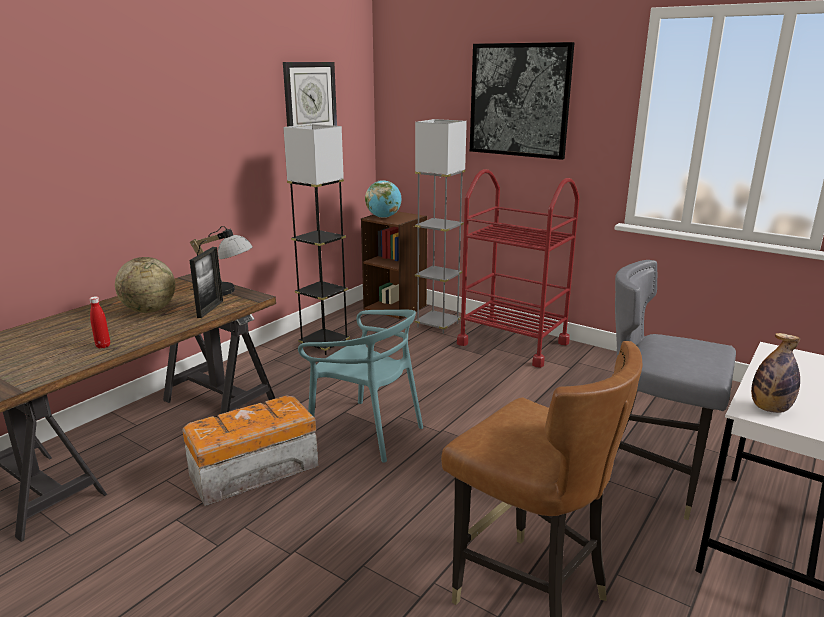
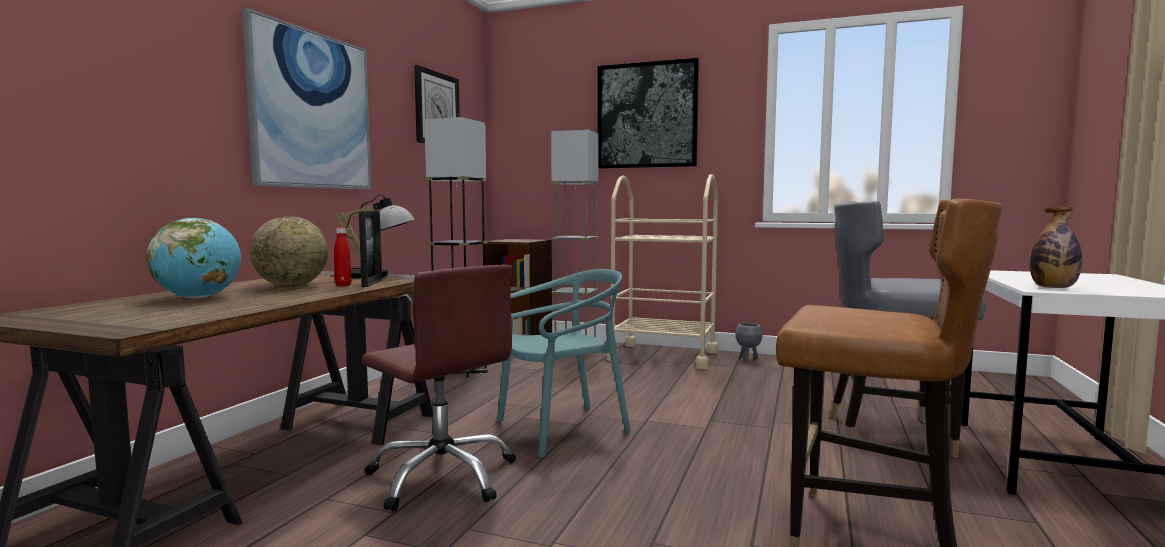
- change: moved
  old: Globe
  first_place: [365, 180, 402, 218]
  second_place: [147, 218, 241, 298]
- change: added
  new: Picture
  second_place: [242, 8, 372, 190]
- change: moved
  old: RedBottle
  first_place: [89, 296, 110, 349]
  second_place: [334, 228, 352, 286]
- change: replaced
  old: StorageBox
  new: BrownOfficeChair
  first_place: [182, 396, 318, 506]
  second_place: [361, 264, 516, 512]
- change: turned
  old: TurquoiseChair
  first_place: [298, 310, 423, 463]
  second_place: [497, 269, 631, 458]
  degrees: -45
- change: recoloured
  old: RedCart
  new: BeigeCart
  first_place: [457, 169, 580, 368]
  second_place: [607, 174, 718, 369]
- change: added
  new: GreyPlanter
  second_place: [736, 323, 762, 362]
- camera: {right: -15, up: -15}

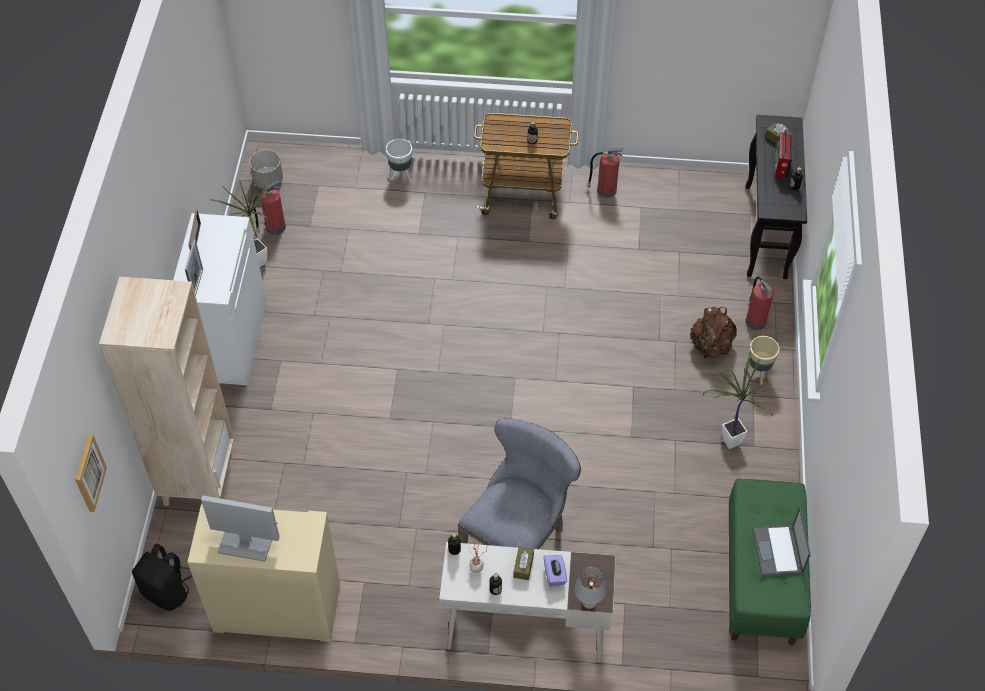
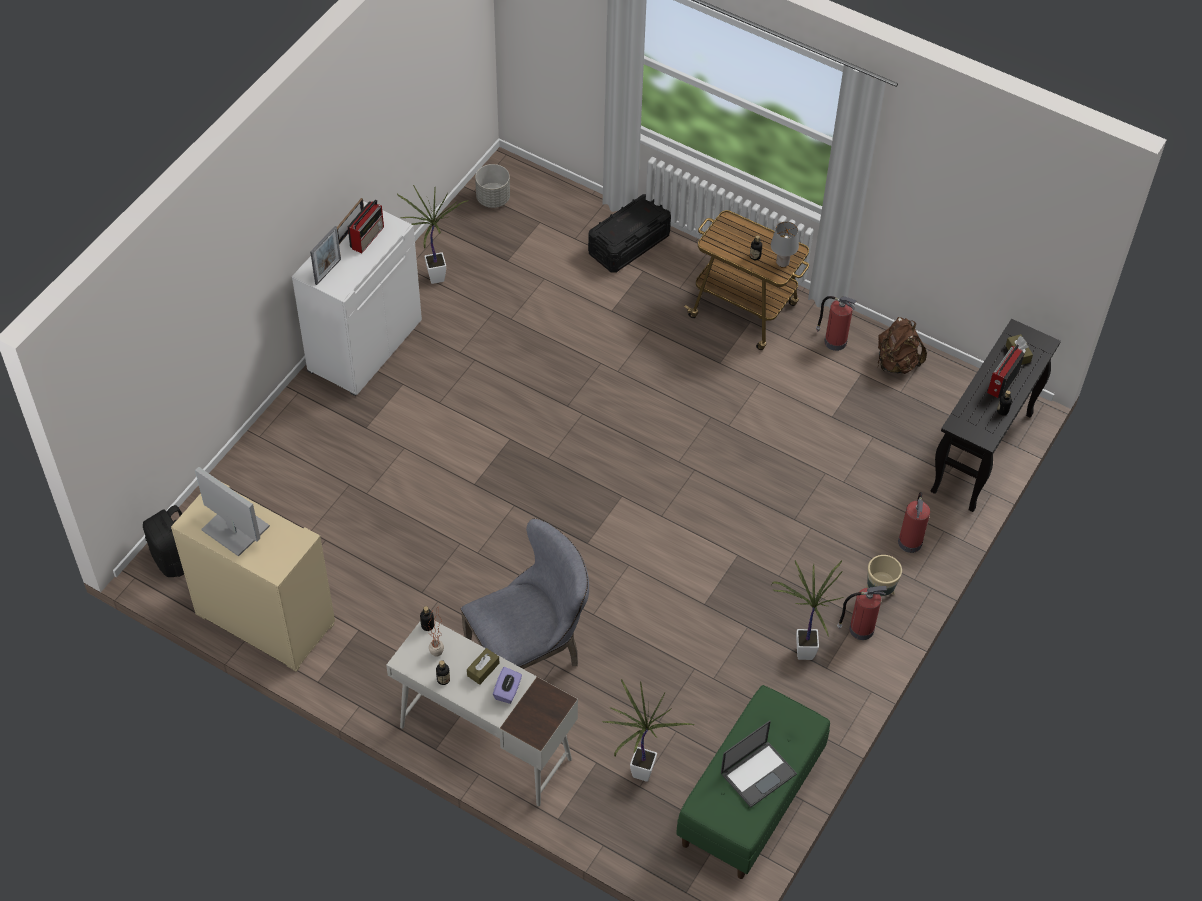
- change: added
  new: Radio
  second_place: [348, 199, 384, 253]
- change: replaced
  old: WhitePlanter
  new: BlackStorageBox
  first_place: [386, 139, 412, 182]
  second_place: [588, 194, 671, 273]
- change: added
  new: PottedPlant
  second_place: [602, 679, 695, 782]
- change: turned
  old: Laptop
  first_place: [752, 506, 811, 576]
  second_place: [721, 720, 797, 808]
  degrees: -150
- change: moved
  old: GreyTableLamp
  first_place: [575, 567, 606, 609]
  second_place: [771, 221, 799, 268]
- change: moved
  old: FireExtinguisher
  first_place: [253, 180, 286, 235]
  second_place: [837, 586, 887, 640]
- change: moved
  old: BrownBackpack
  first_place: [690, 307, 737, 359]
  second_place: [878, 317, 927, 374]
- change: removed
  old: Picture
  first_place: [75, 434, 107, 512]
- change: removed
  old: BeigeBookcase
  first_place: [99, 277, 234, 506]
- camera: {right: 25, up: 0}

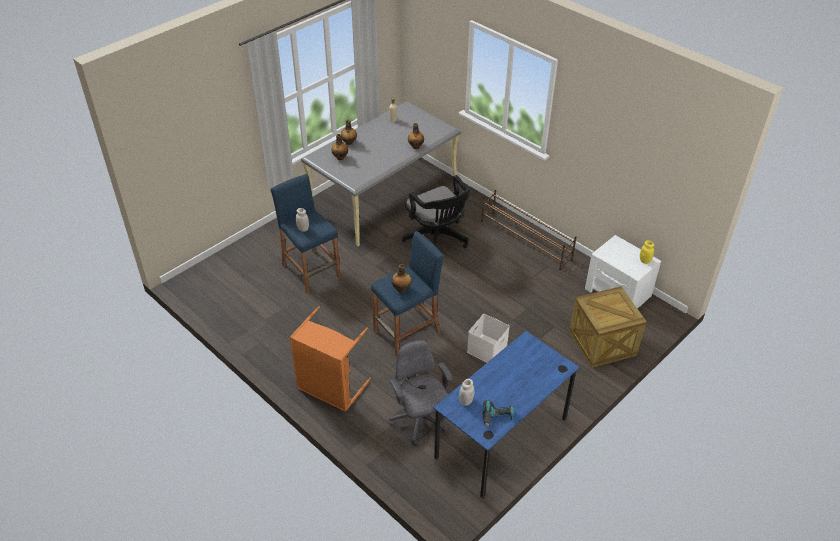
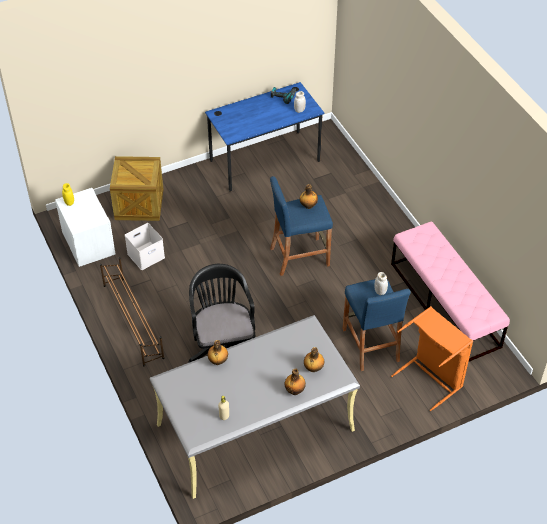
- change: moved
  old: WhiteStorageBox
  first_place: [467, 314, 510, 363]
  second_place: [125, 223, 165, 270]
- change: added
  new: PinkBench
  second_place: [391, 221, 510, 361]
- change: moved
  old: OrangeLaundryBasket
  first_place: [290, 306, 371, 412]
  second_place: [391, 306, 473, 411]
- change: removed
  old: GreyOfficeChair
  first_place: [390, 340, 453, 446]
- camera: {right: -160, up: 5}

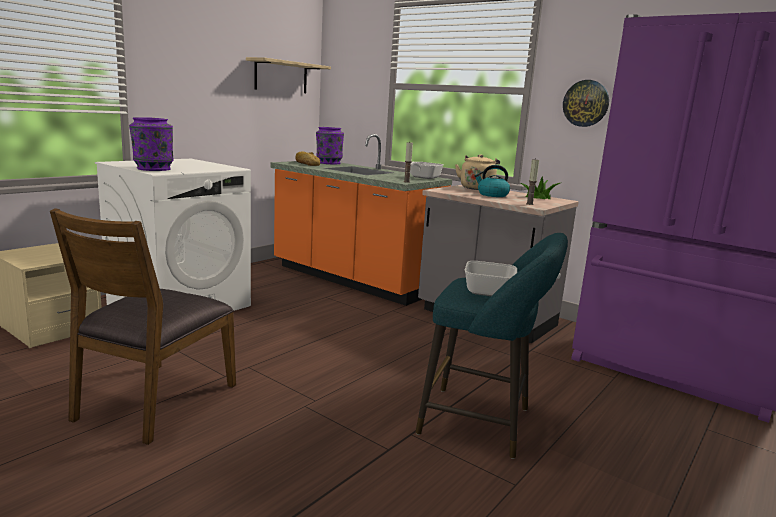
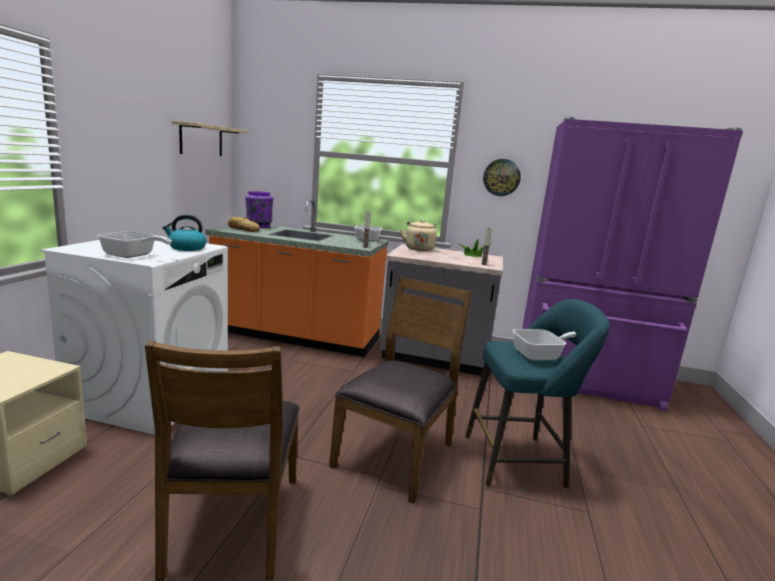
- change: replaced
  old: PurpleVase
  new: FryingPan
  first_place: [129, 117, 174, 171]
  second_place: [97, 231, 172, 258]
- change: moved
  old: Kettle
  first_place: [474, 165, 510, 197]
  second_place: [162, 215, 206, 251]
- change: added
  new: BrownChair
  second_place: [329, 276, 472, 504]
- camera: {right: -25, up: 0}

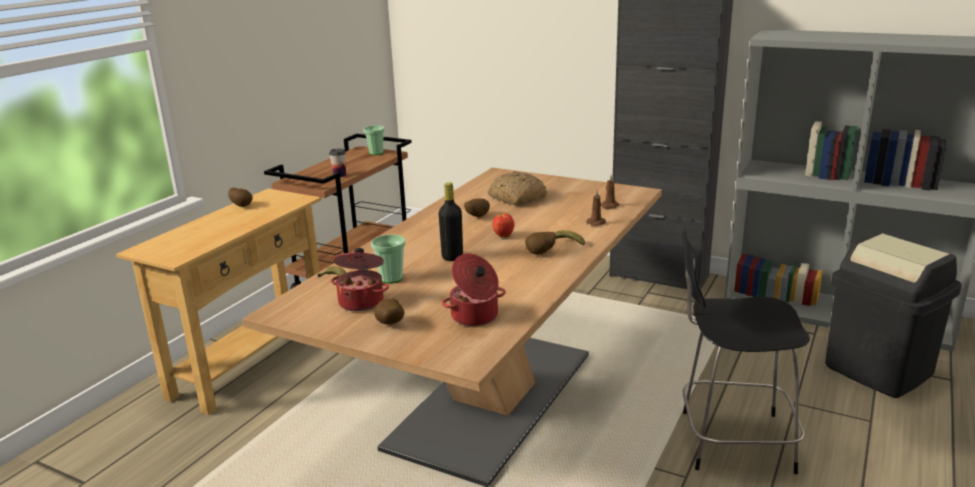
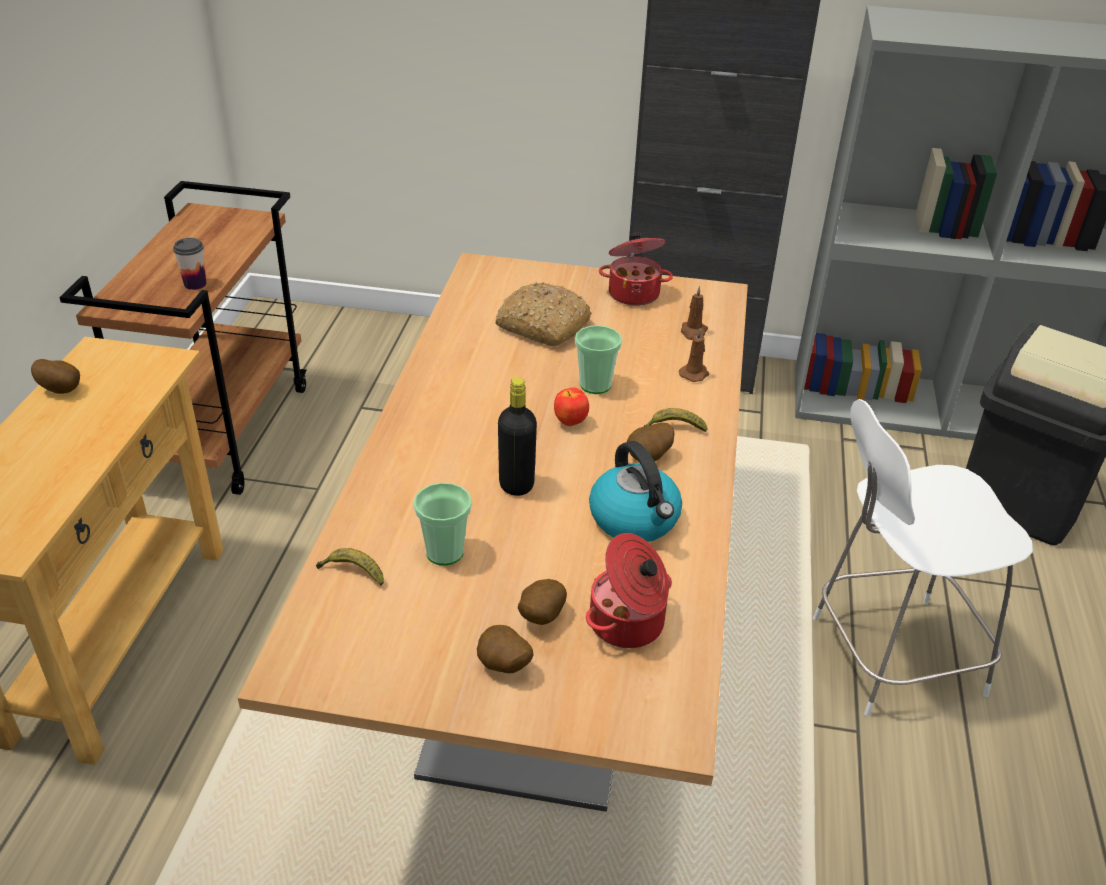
- change: moved
  old: Potato
  first_place: [464, 198, 490, 217]
  second_place: [518, 579, 567, 625]
- change: moved
  old: Cup
  first_place: [364, 126, 385, 155]
  second_place: [575, 325, 622, 394]
- change: added
  new: Kettle
  second_place: [589, 441, 682, 542]
- change: moved
  old: CookingPot
  first_place: [331, 248, 389, 311]
  second_place: [599, 232, 673, 306]
- change: recoloured
  old: BlackChair
  new: WhiteChair
  first_place: [682, 229, 810, 474]
  second_place: [813, 399, 1033, 717]
- camera: {right: -20, up: 15}

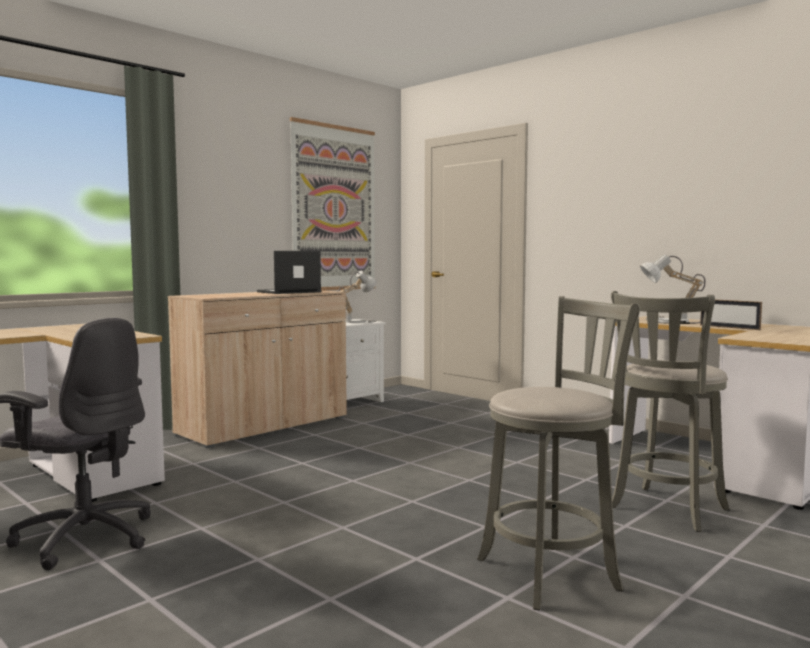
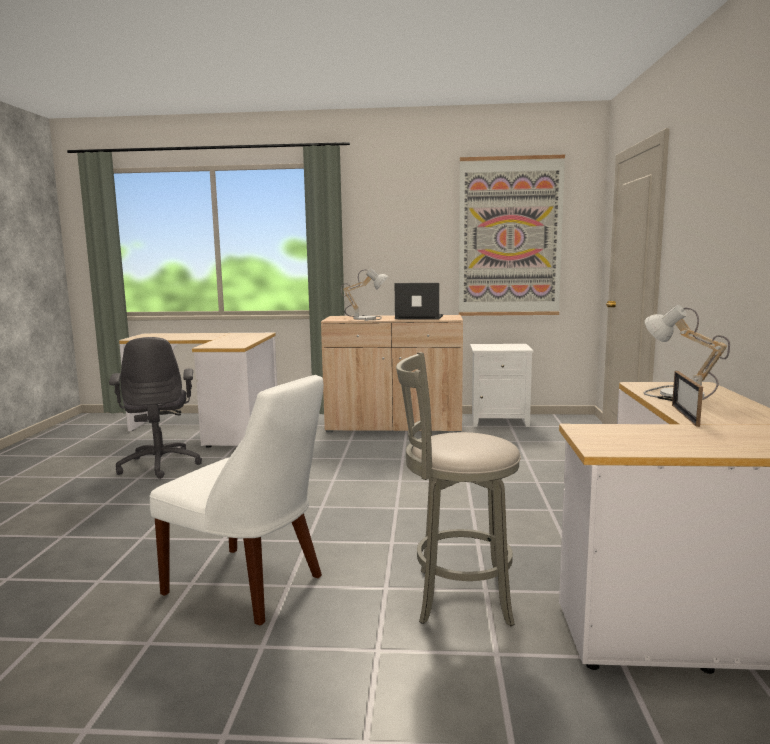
- change: replaced
  old: GreyStool
  new: WhiteChair
  first_place: [477, 296, 640, 610]
  second_place: [150, 375, 324, 625]
- change: moved
  old: TableLamp
  first_place: [338, 271, 377, 323]
  second_place: [341, 268, 388, 321]
- camera: {right: 50, up: 5}

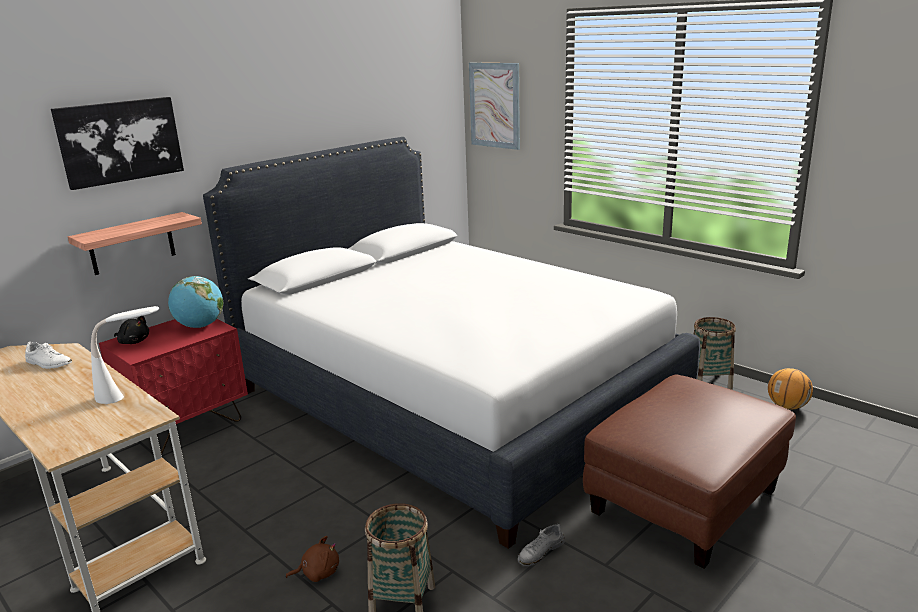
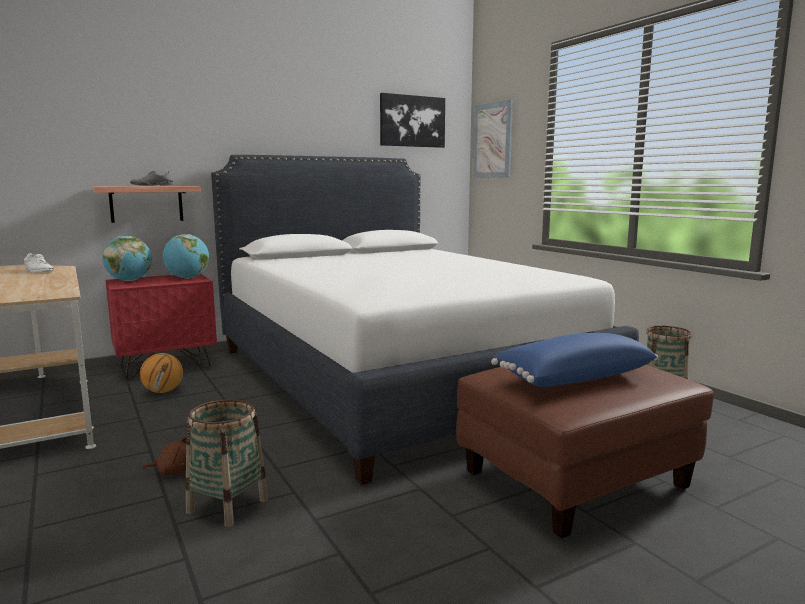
- change: replaced
  old: BlackPlushToy
  new: Globe
  first_place: [114, 316, 149, 344]
  second_place: [102, 236, 152, 281]
- change: moved
  old: GreyShoe
  first_place: [518, 523, 565, 566]
  second_place: [130, 171, 174, 186]
- change: moved
  old: Basketball
  first_place: [768, 368, 813, 409]
  second_place: [140, 353, 183, 393]
- change: moved
  old: Picture
  first_place: [51, 97, 184, 190]
  second_place: [380, 93, 445, 148]
- change: added
  new: BluePillow
  second_place: [491, 333, 658, 387]
- change: removed
  old: WhiteTableLamp
  first_place: [91, 306, 159, 404]
- camera: {right: 15, up: -10}

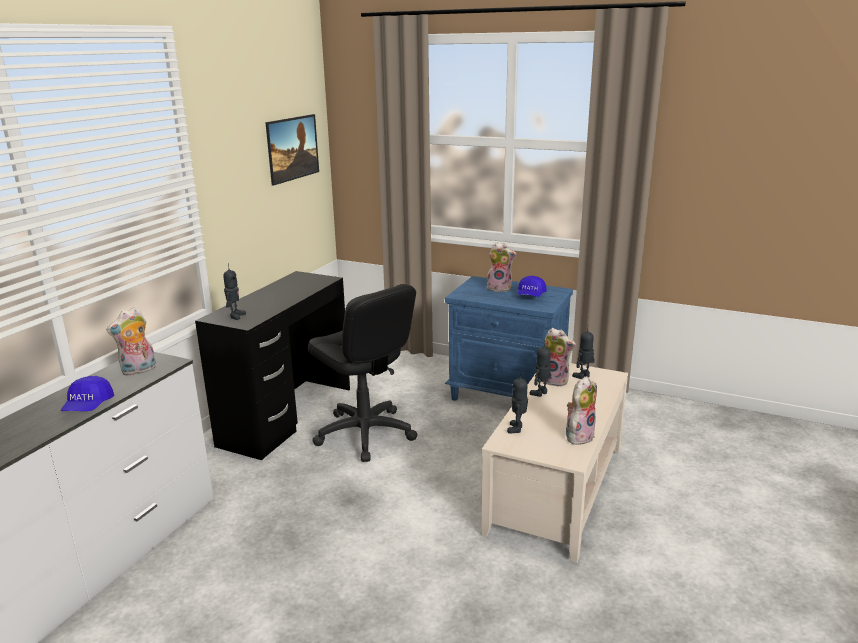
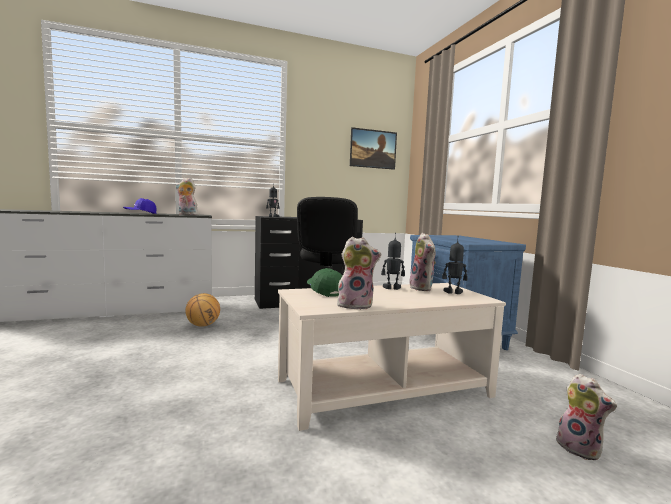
- change: added
  new: Basketball
  second_place: [185, 293, 220, 327]
- change: replaced
  old: ToyRobot
  new: GreenCap
  first_place: [507, 371, 528, 434]
  second_place: [306, 268, 342, 297]
- change: moved
  old: PlushToy
  first_place: [487, 242, 517, 292]
  second_place: [554, 374, 617, 460]
- change: removed
  old: BlueCap
  first_place: [517, 275, 547, 297]
- camera: {right: 45, up: -15}

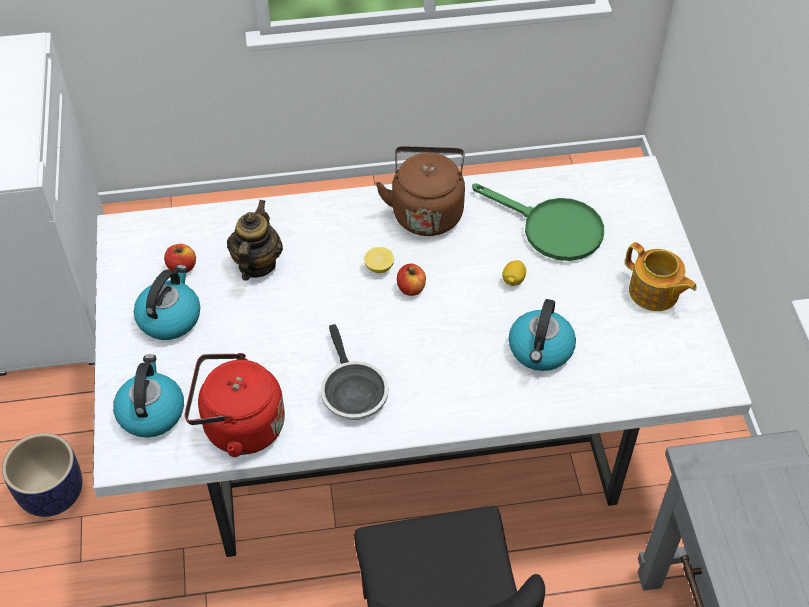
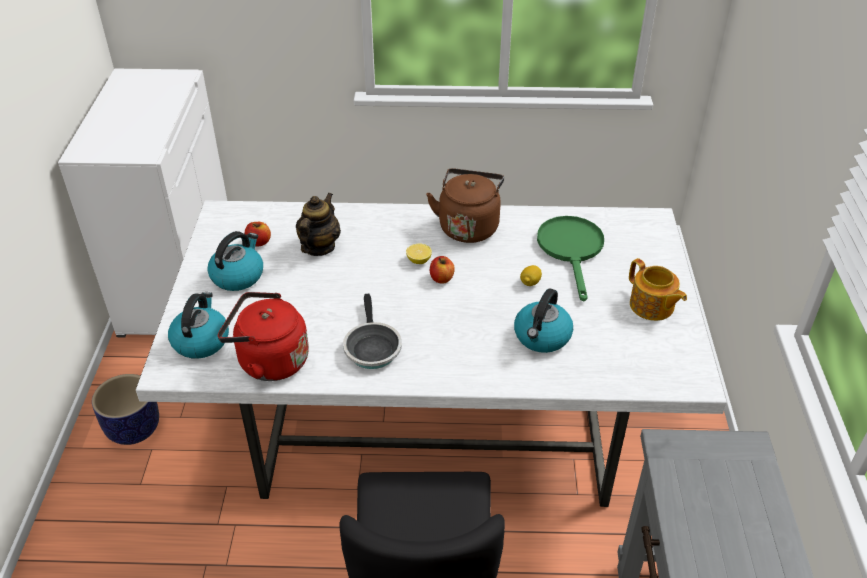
- change: turned
  old: GreenFryingPan
  first_place: [472, 183, 604, 261]
  second_place: [537, 216, 604, 301]
  degrees: -135
- camera: {right: 10, up: -10}

